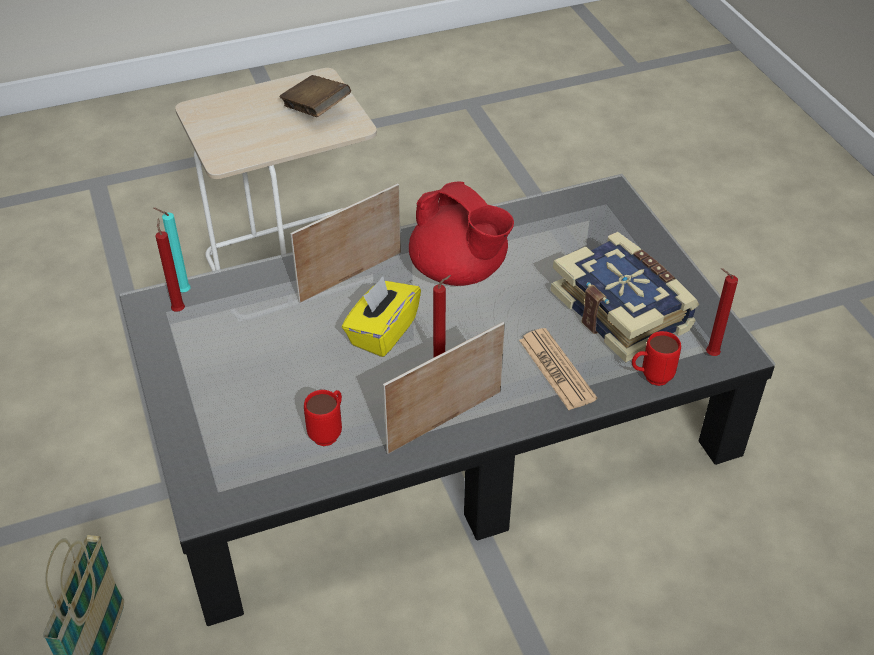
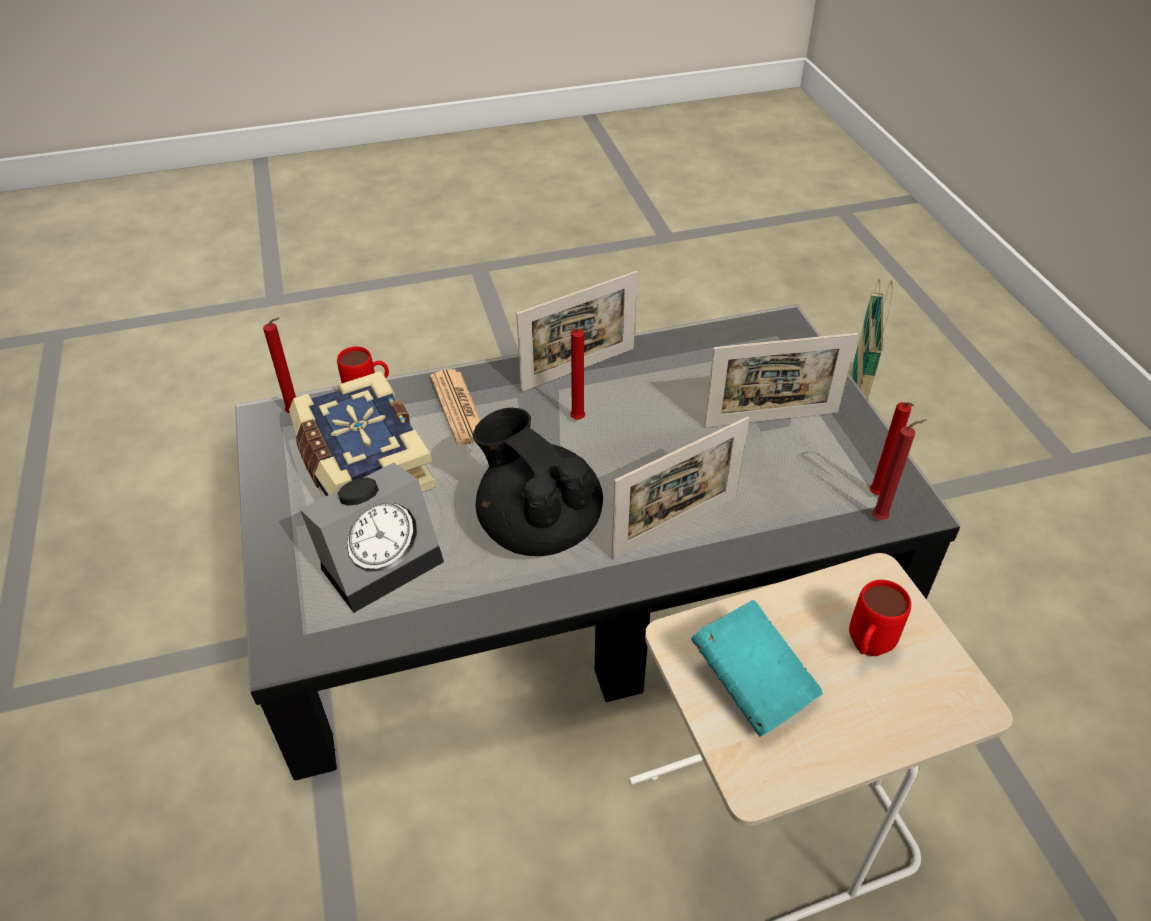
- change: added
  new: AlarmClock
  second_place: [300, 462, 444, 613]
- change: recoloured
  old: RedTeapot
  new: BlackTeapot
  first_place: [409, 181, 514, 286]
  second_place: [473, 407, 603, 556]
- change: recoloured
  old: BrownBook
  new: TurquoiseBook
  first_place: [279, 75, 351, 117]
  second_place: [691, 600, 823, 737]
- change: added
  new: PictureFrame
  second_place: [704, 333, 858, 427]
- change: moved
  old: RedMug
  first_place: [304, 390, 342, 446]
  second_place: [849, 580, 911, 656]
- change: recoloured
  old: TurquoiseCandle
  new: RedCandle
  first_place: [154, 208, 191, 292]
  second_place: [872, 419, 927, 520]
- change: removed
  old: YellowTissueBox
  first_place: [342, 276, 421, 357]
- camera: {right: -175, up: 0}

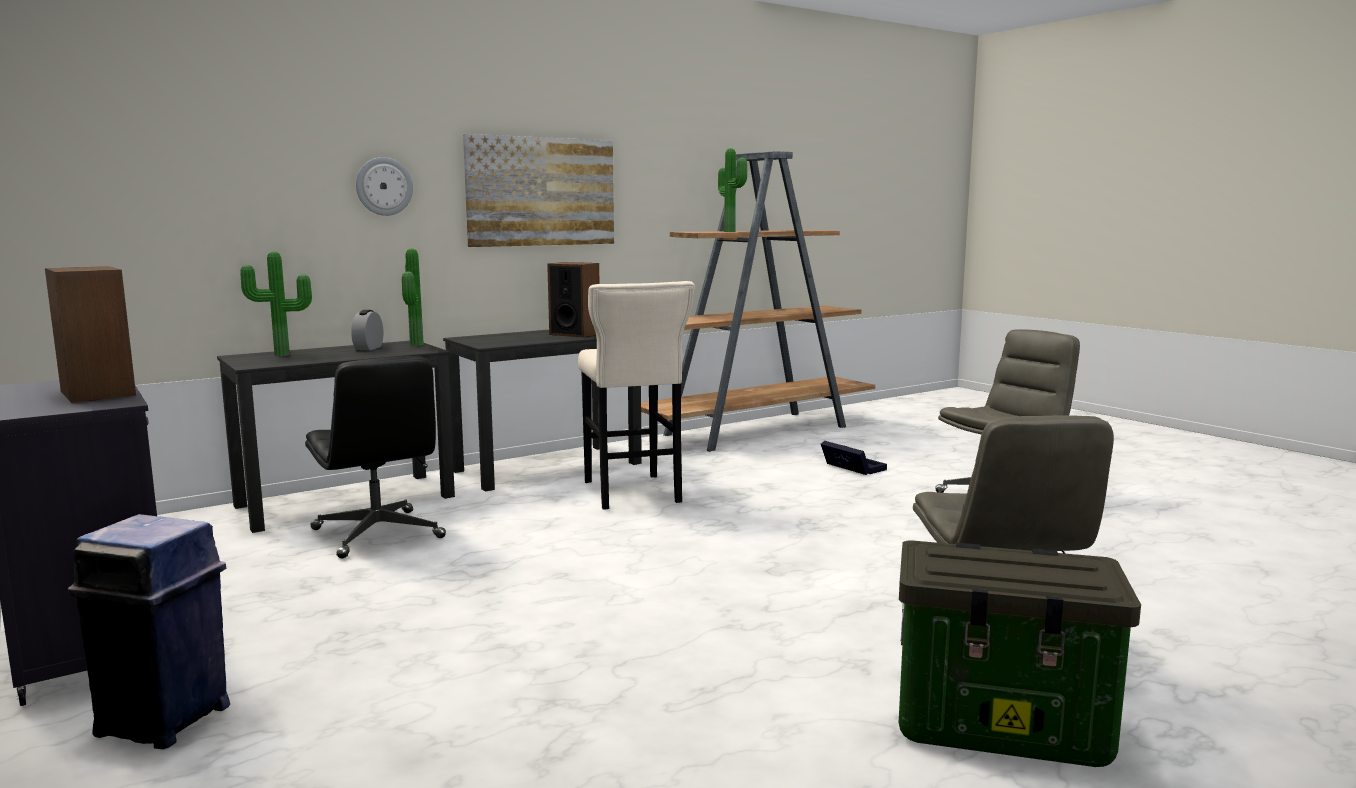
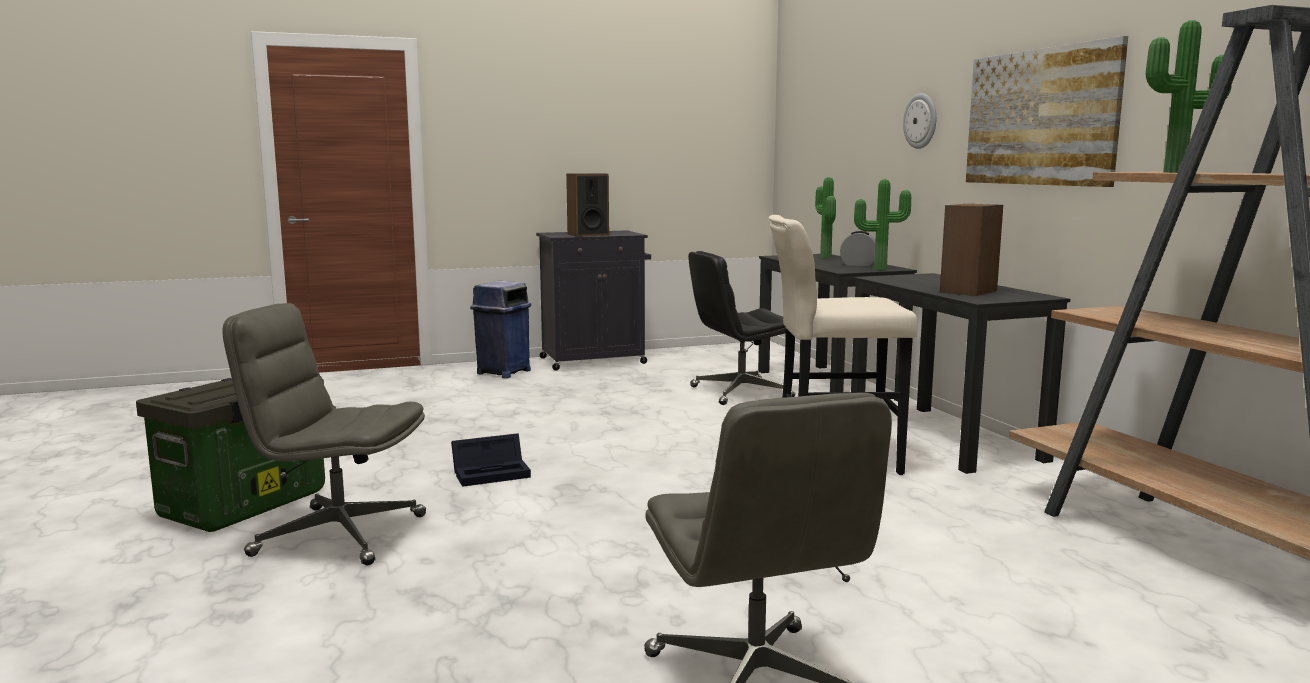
- change: moved
  old: BlackStorageBox
  first_place: [821, 441, 887, 475]
  second_place: [451, 433, 531, 487]
- camera: {right: 105, up: 0}

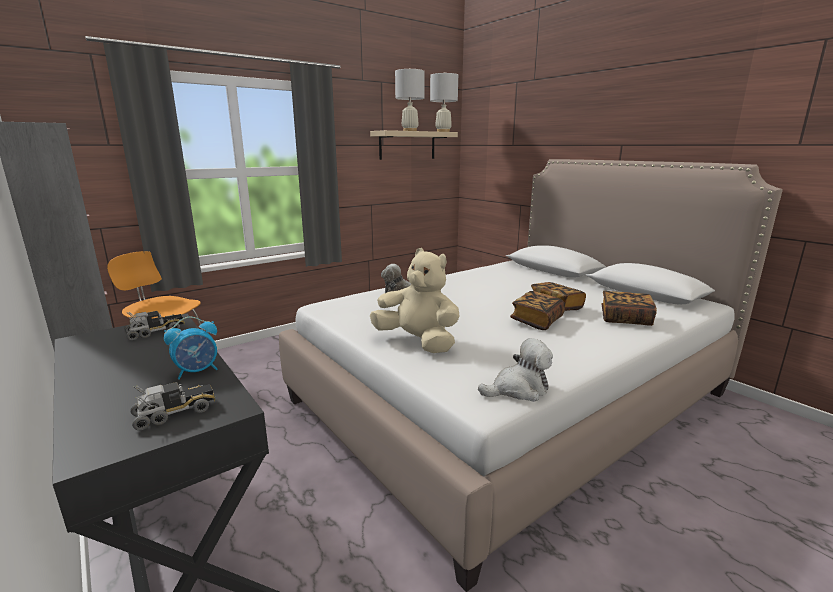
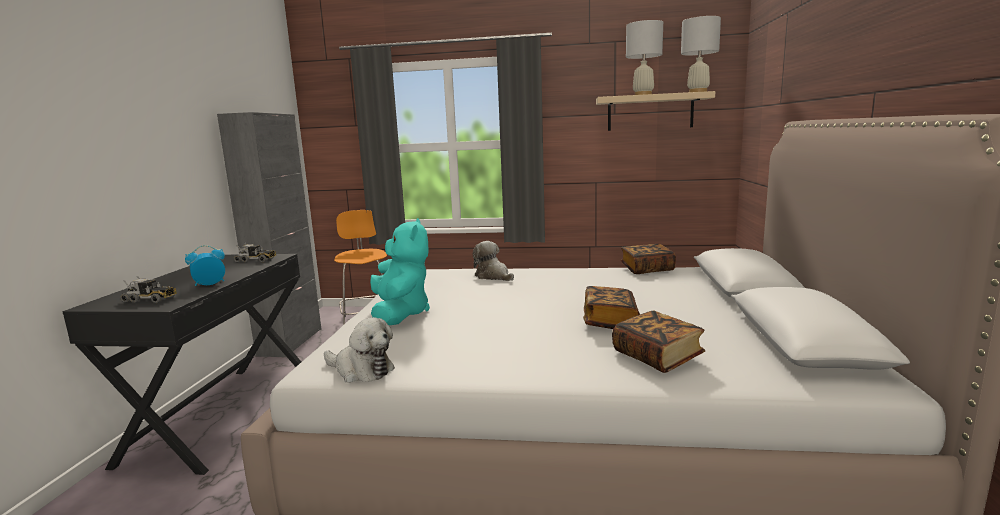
- change: turned
  old: AlarmClock
  first_place: [164, 316, 218, 380]
  second_place: [185, 245, 225, 286]
  degrees: 135
- change: recoloured
  old: BeigePlushToy
  new: TurquoisePlushToy
  first_place: [370, 248, 459, 353]
  second_place: [370, 218, 430, 325]
- change: moved
  old: Book
  first_place: [510, 291, 565, 330]
  second_place: [621, 244, 676, 274]
- camera: {right: 45, up: -5}

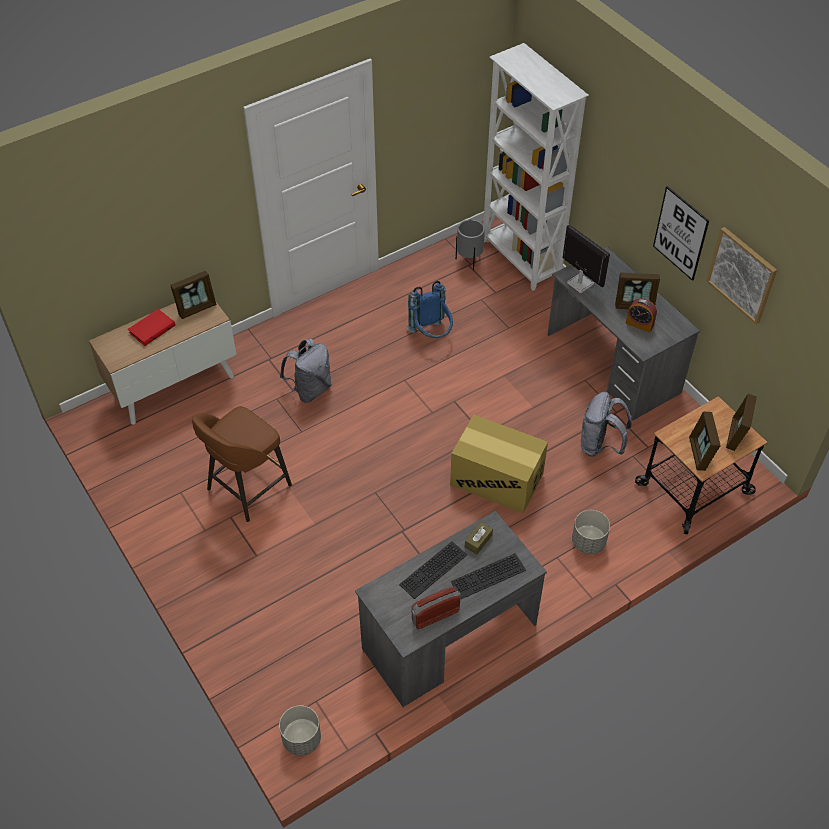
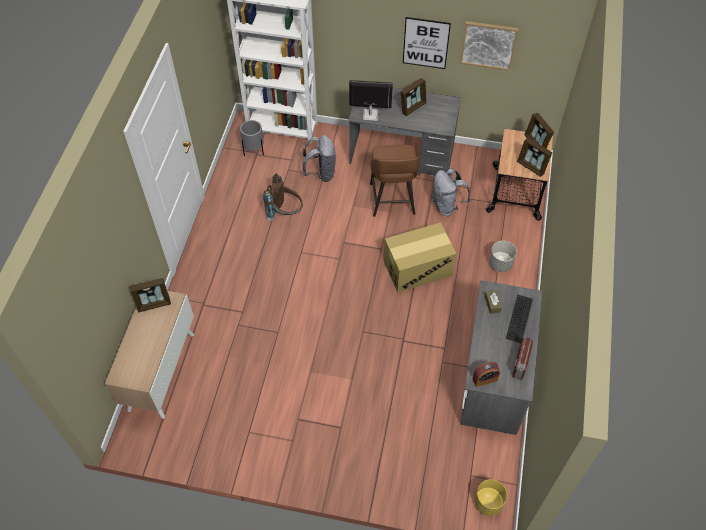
- change: turned
  old: PictureFrame
  first_place: [170, 271, 216, 319]
  second_place: [130, 278, 171, 312]
  degrees: 60
- change: recoloured
  old: BlueBackpack
  new: BrownBackpack
  first_place: [406, 281, 453, 338]
  second_place: [263, 173, 303, 221]
- change: moved
  old: GreyBackpack
  first_place: [280, 338, 332, 403]
  second_place: [302, 135, 336, 182]
- change: moved
  old: BrownStool
  first_place: [192, 406, 292, 522]
  second_place: [370, 145, 420, 217]
- change: moved
  old: AlarmClock
  first_place: [626, 298, 657, 333]
  second_place: [472, 362, 500, 387]
- change: recoloured
  old: GreyPlanter
  new: YellowPlanter
  first_place: [279, 705, 321, 756]
  second_place: [474, 479, 507, 516]
- change: removed
  old: RedBook
  first_place: [128, 309, 175, 346]
- change: removed
  old: Keyboard
  first_place: [399, 541, 467, 599]
- camera: {right: -45, up: 5}

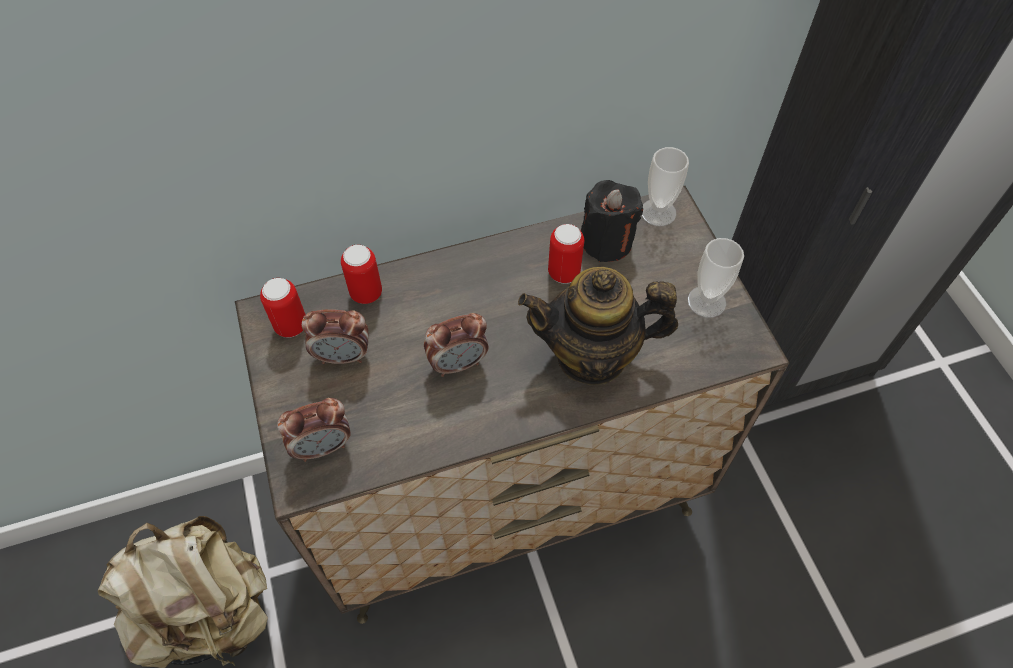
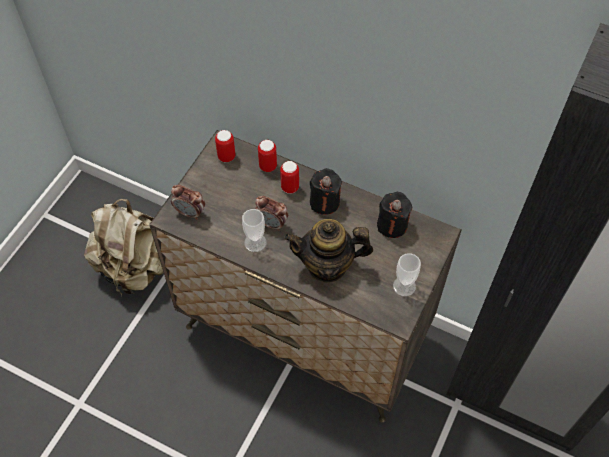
- change: moved
  old: Cup
  first_place: [641, 147, 689, 226]
  second_place: [242, 209, 266, 252]
- change: moved
  old: Can
  first_place: [548, 224, 584, 284]
  second_place: [280, 161, 299, 194]
- change: turned
  old: Teapot
  first_place: [518, 267, 678, 385]
  second_place: [284, 219, 373, 283]
  degrees: -45
- change: added
  new: BlackCandle
  second_place: [310, 168, 342, 215]
- change: removed
  old: AlarmClock
  first_place: [302, 309, 369, 364]
- camera: {right: 45, up: 0}

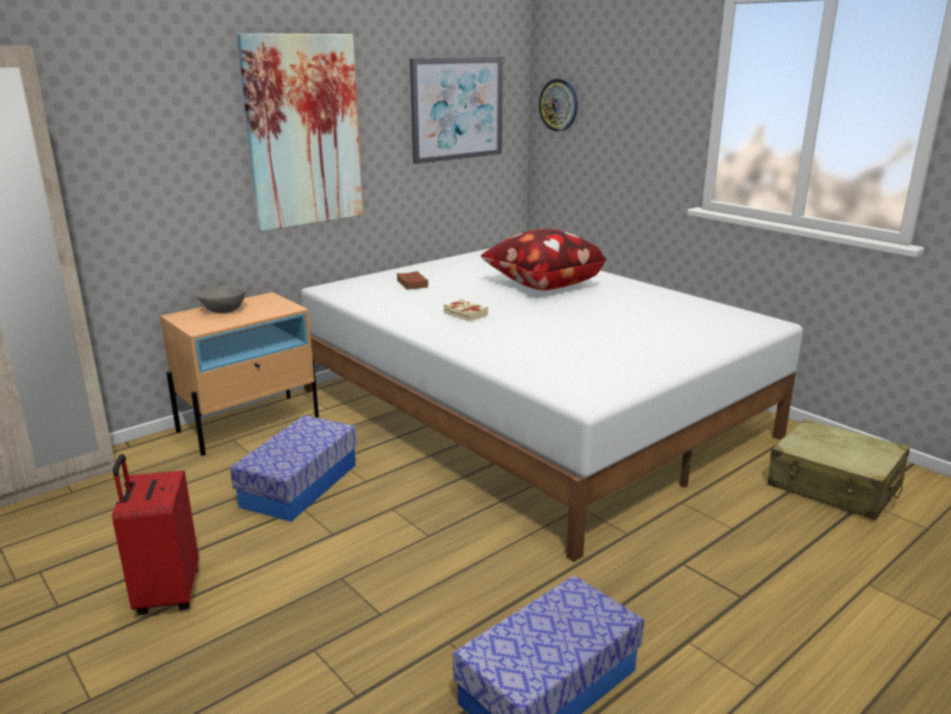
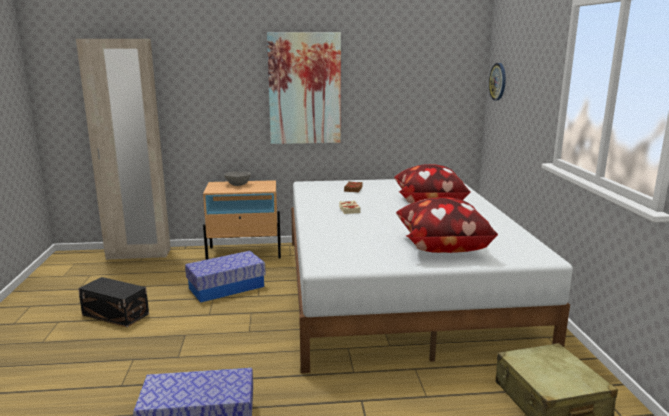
- change: replaced
  old: RedSuitcase
  new: BlackStorageBox
  first_place: [112, 454, 199, 615]
  second_place: [78, 277, 149, 327]
- change: added
  new: Pillow
  second_place: [396, 197, 498, 253]
- change: removed
  old: Picture
  first_place: [410, 57, 503, 164]
- camera: {right: 35, up: -5}

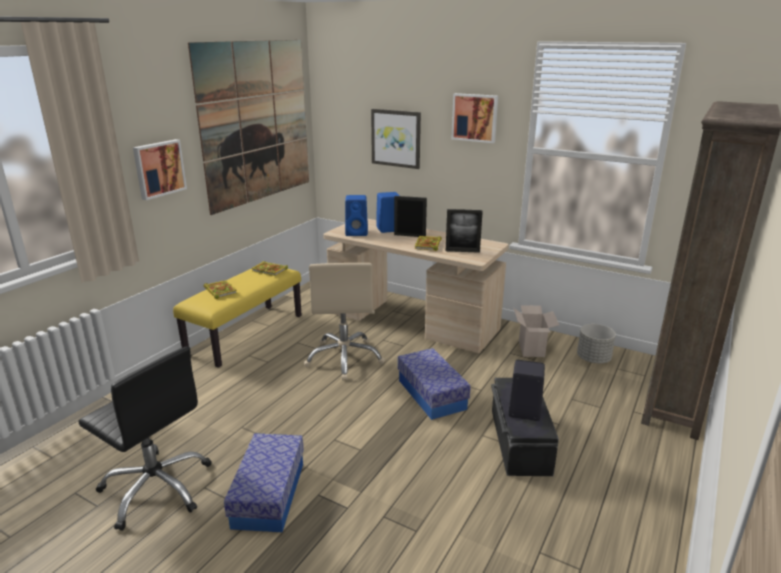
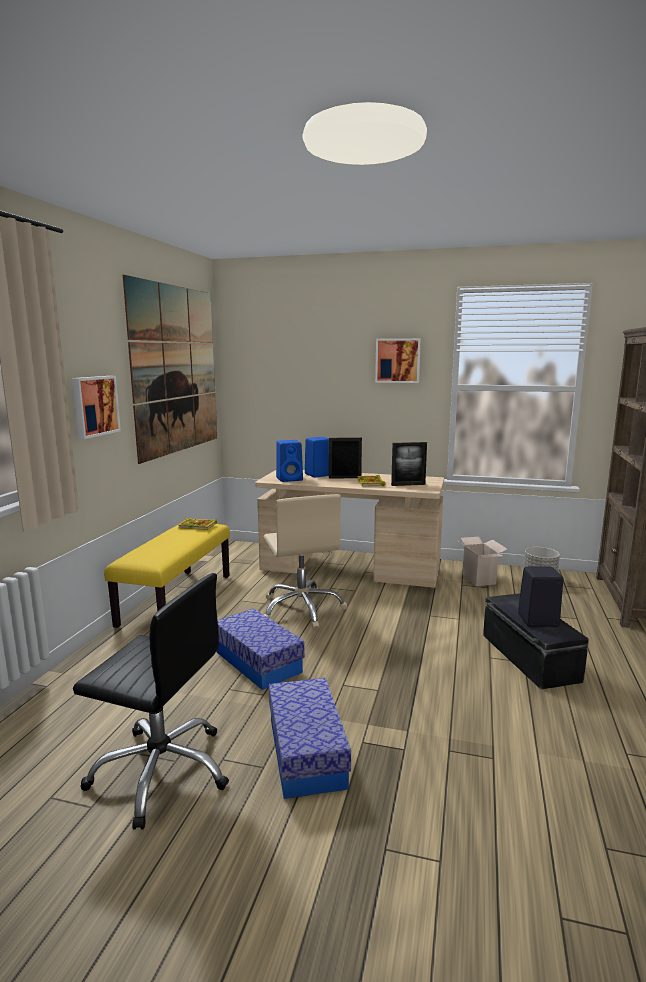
- change: moved
  old: StorageBox
  first_place: [398, 348, 471, 420]
  second_place: [217, 608, 305, 690]
- change: removed
  old: Book
  first_place: [203, 280, 237, 299]
- change: removed
  old: Picture
  first_place: [371, 109, 421, 169]
- camera: {right: -15, up: -10}

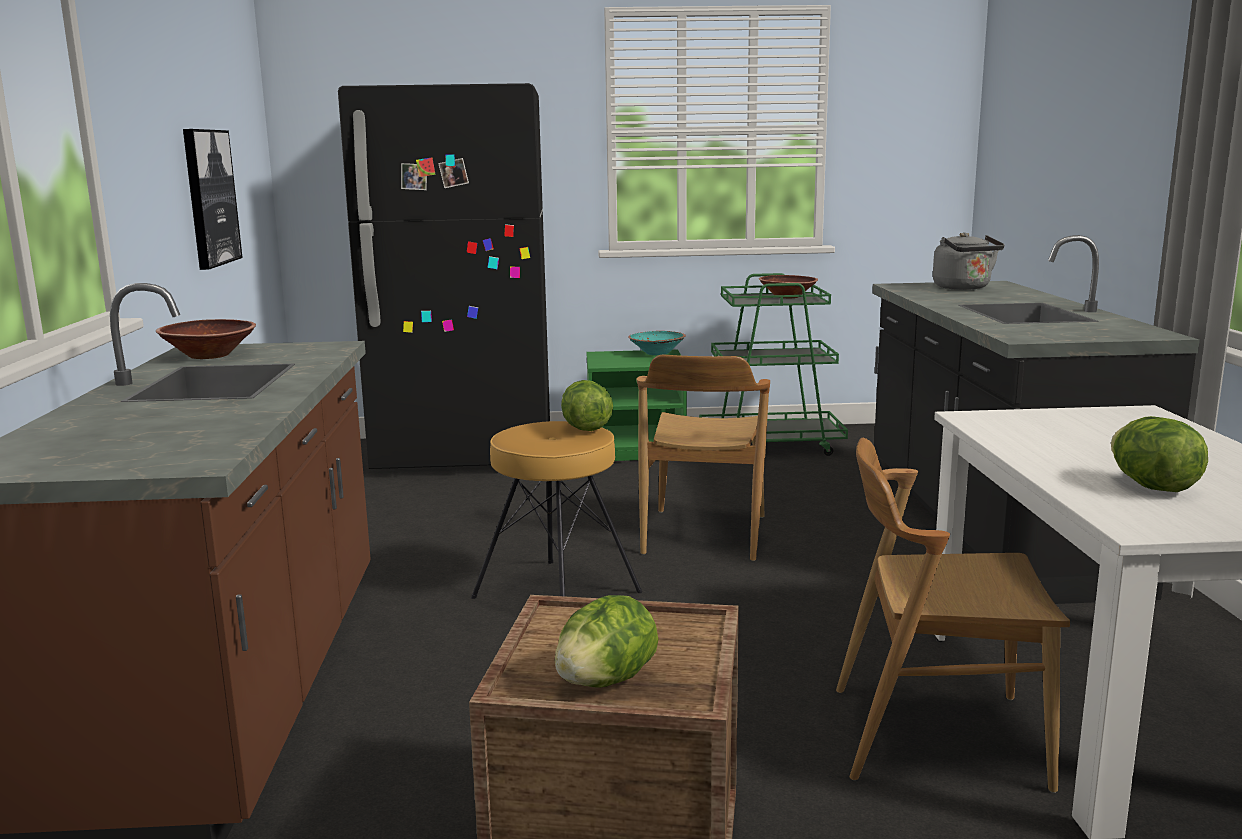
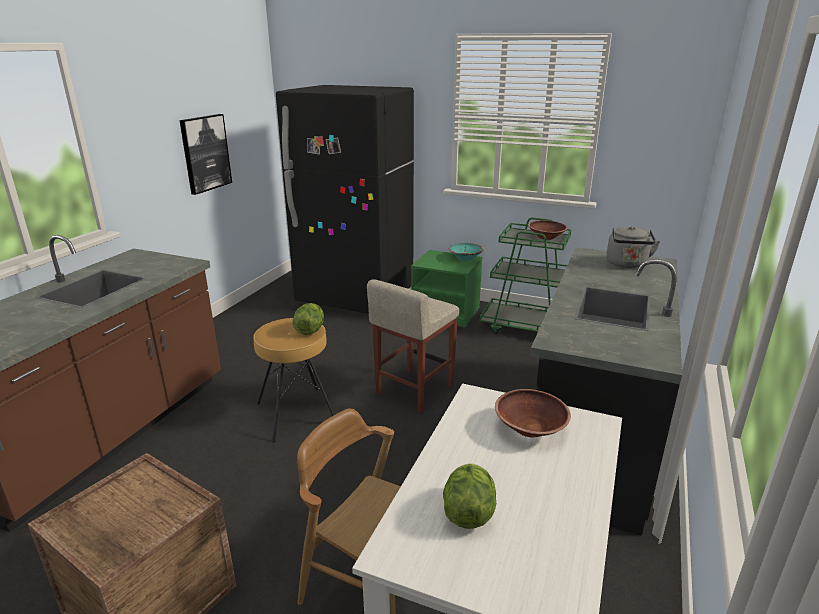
- change: replaced
  old: BrownChair
  new: BeigeStool
  first_place: [637, 355, 770, 561]
  second_place: [367, 279, 460, 413]
- change: moved
  old: BrownBowl
  first_place: [156, 319, 256, 359]
  second_place: [495, 389, 571, 437]
- change: removed
  old: Lettuce
  first_place: [555, 595, 658, 688]
- camera: {right: 25, up: 10}

